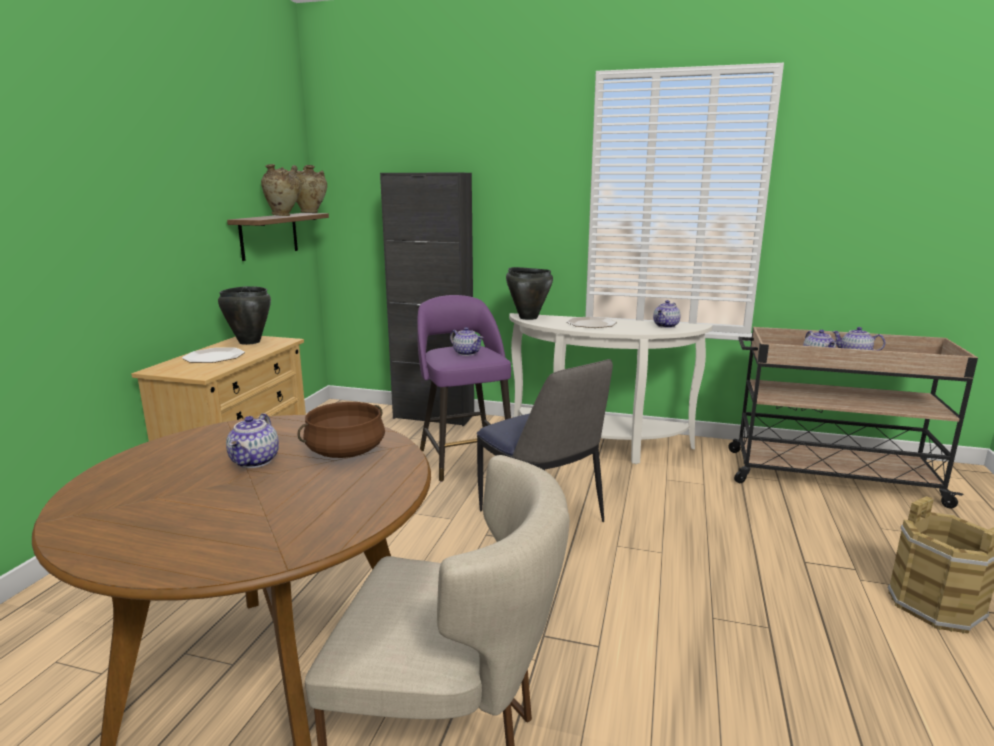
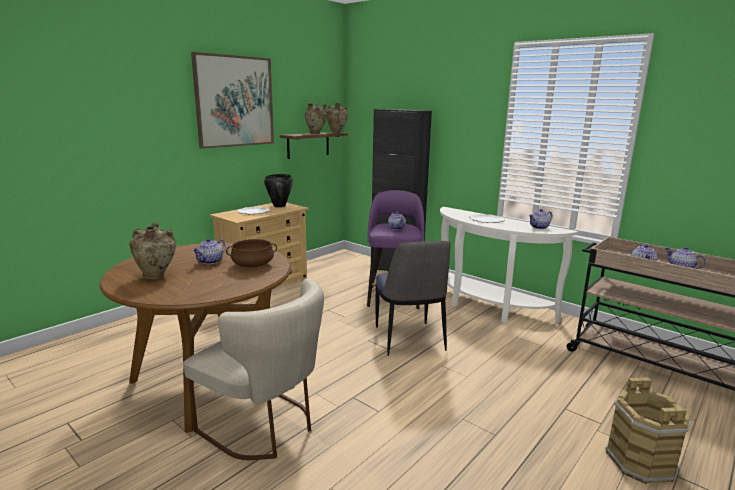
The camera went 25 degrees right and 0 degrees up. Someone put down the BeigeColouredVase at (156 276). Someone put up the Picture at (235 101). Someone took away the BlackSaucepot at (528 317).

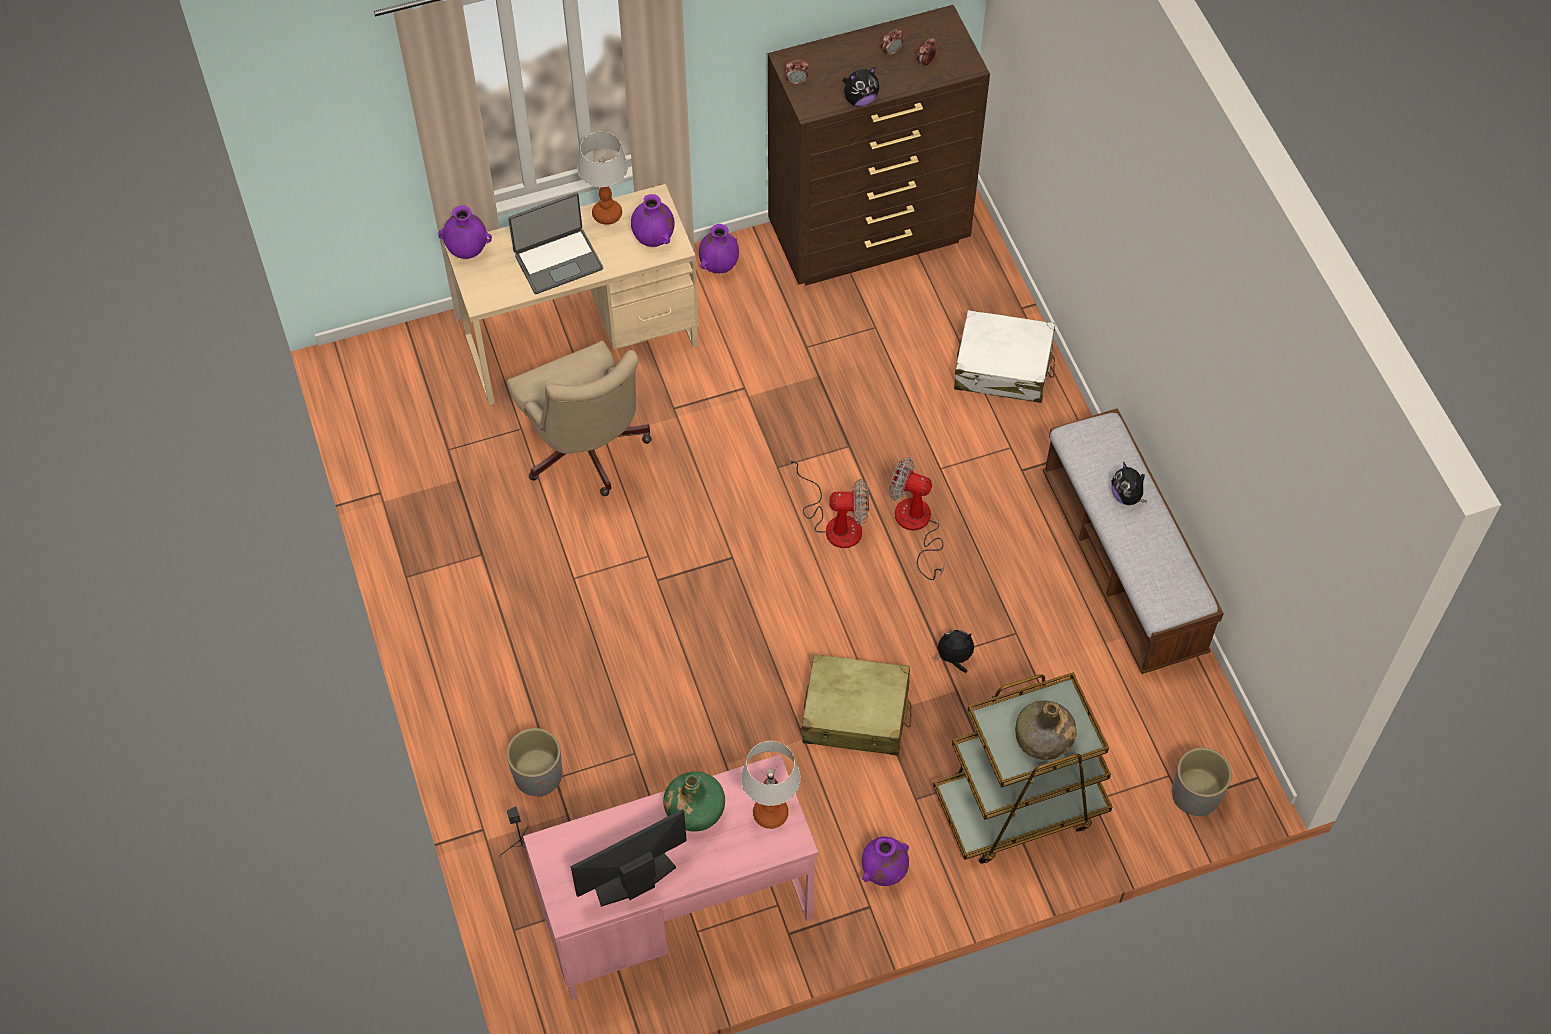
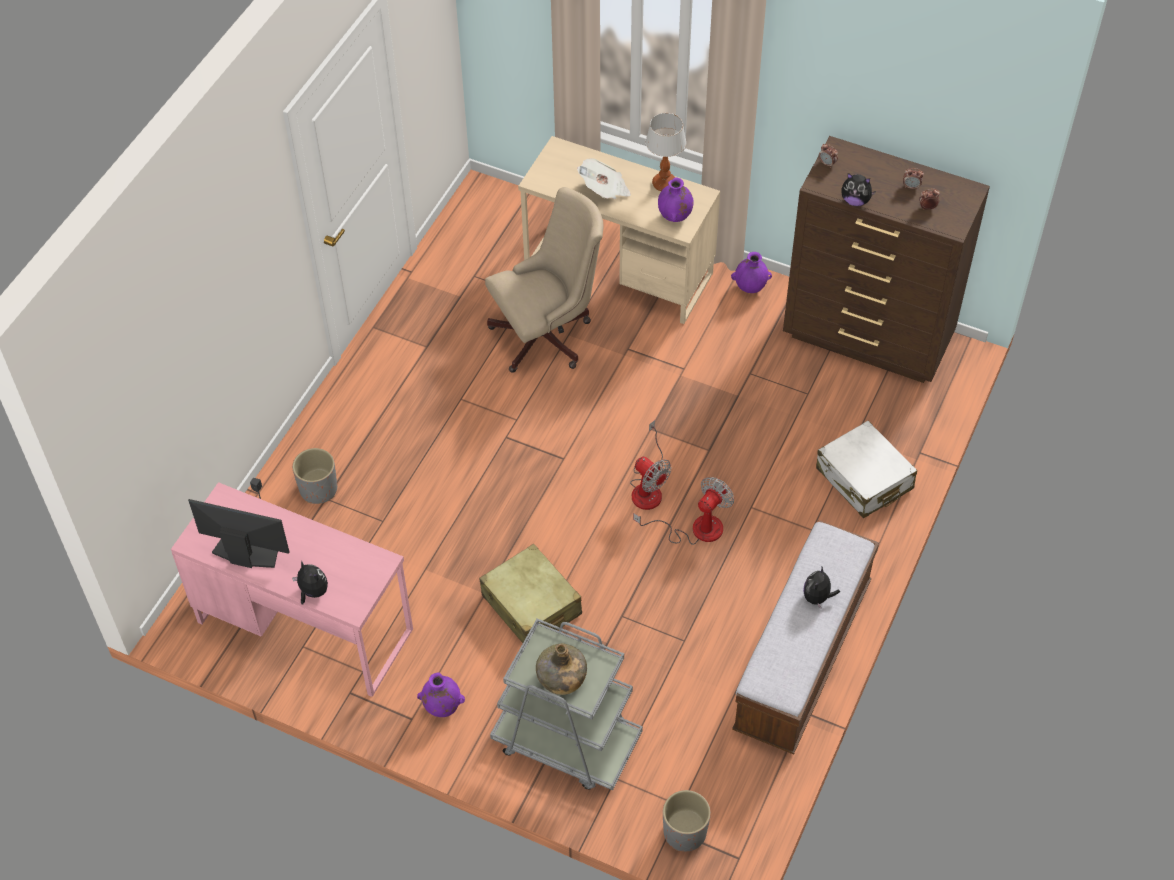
The camera went 45 degrees right and 5 degrees down. Someone carried the CuddlyToy from (954 658) to (312 592). Someone rotated the BeigeColouredDeskChair at (586 453) by 135 degrees counterclockwise. Someone repainted the BrownishTrolley at (1019 806), which became the GreyTrolley at (566 741). Someone swapped the NotebookComputer at (558 260) for the DailyPaper at (604 190). Someone rotated the CoolingFan at (916 527) by 60 degrees clockwise. Someone took away the PurpleVase at (468 251). Someone took away the GreenColouredBottle at (694 809). Someone took away the TableLamp at (770 813).

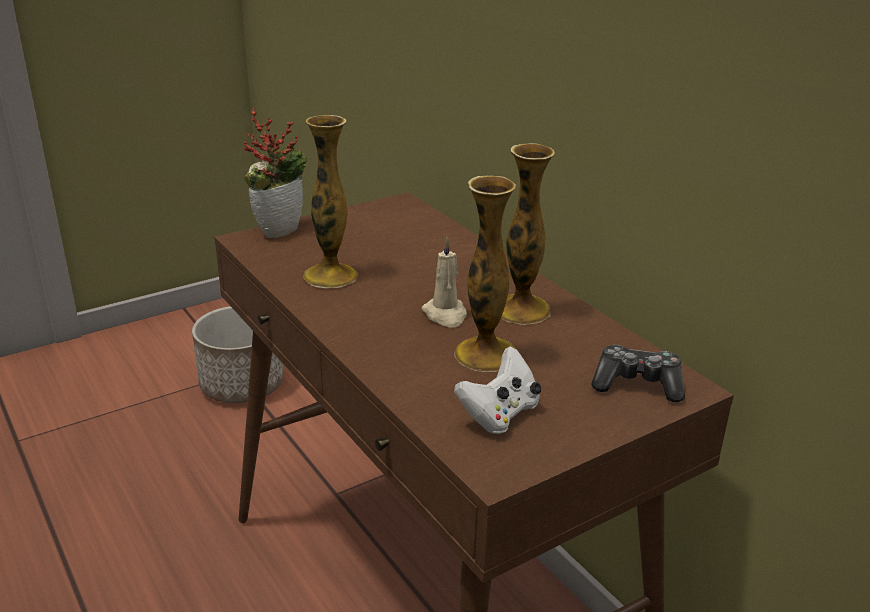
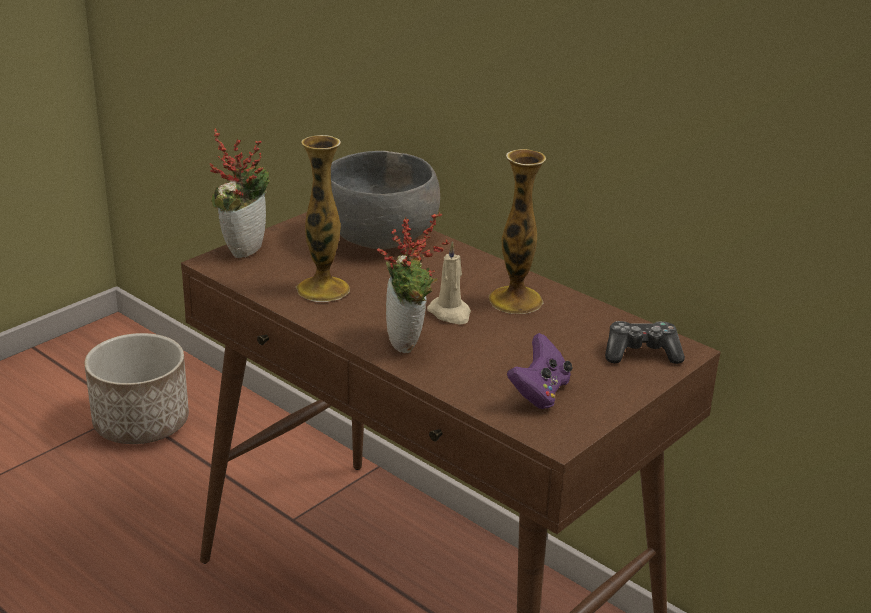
The camera went 15 degrees left and 0 degrees up. Someone put down the GreyDeepDish at (381 236). Someone put down the Houseplant at (409 343). Someone repainted the WhiteColouredGameController at (499 414), which became the PurpleGameController at (539 393). Someone took away the Vase at (485 354).

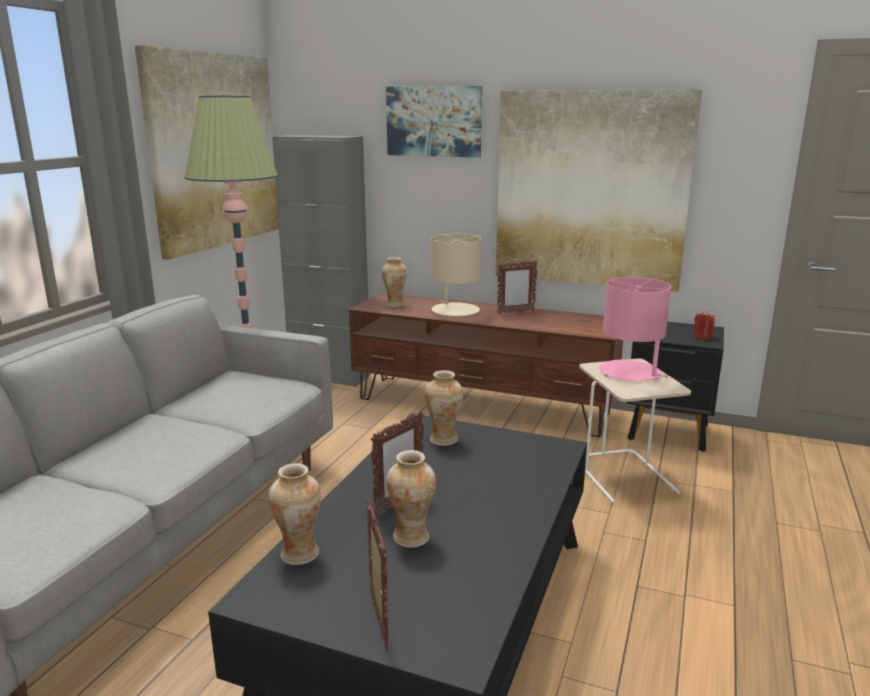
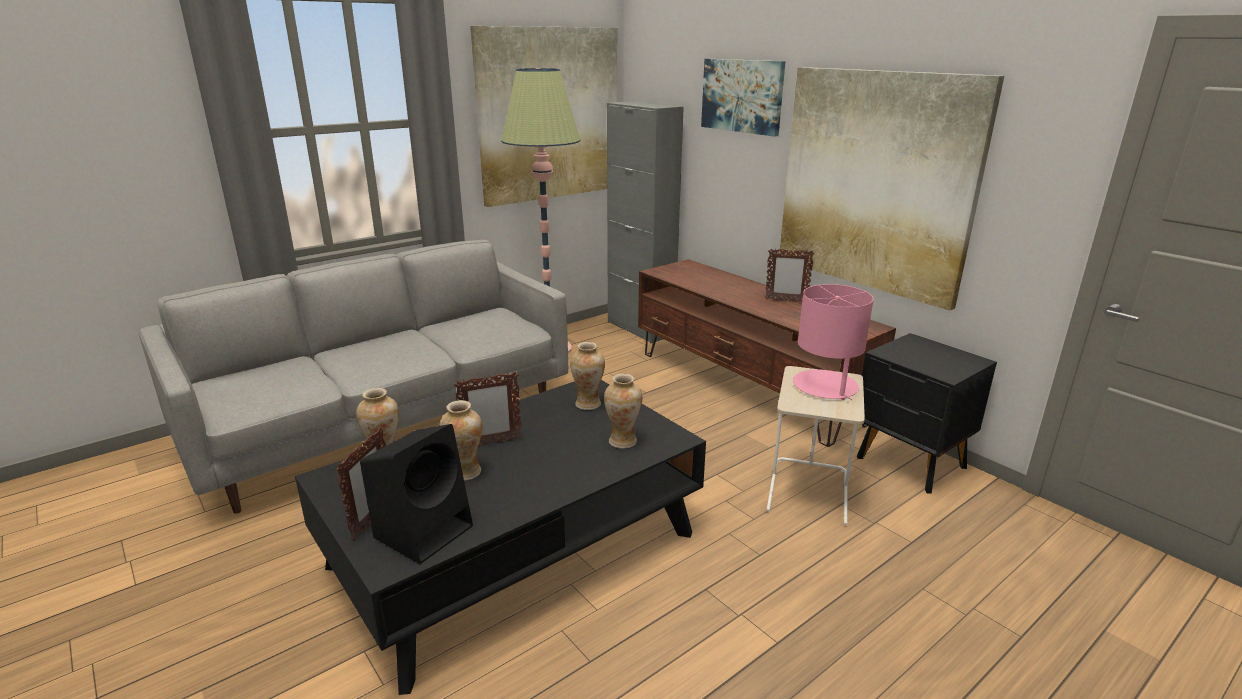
The camera went 30 degrees right and 5 degrees up. Someone put down the BlackSpeaker at (425 530). Someone carried the Vase from (395 304) to (622 441). Someone took away the BeigeColouredTableLamp at (455 311). Someone took away the RedColouredCandle at (702 336).

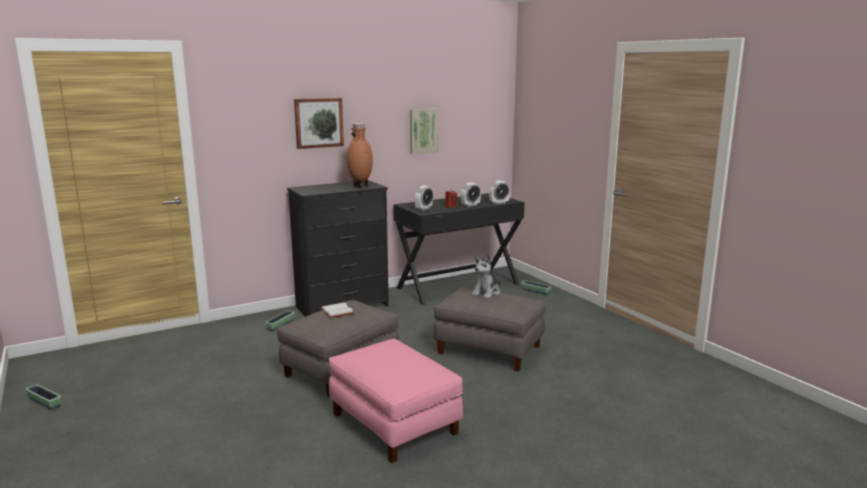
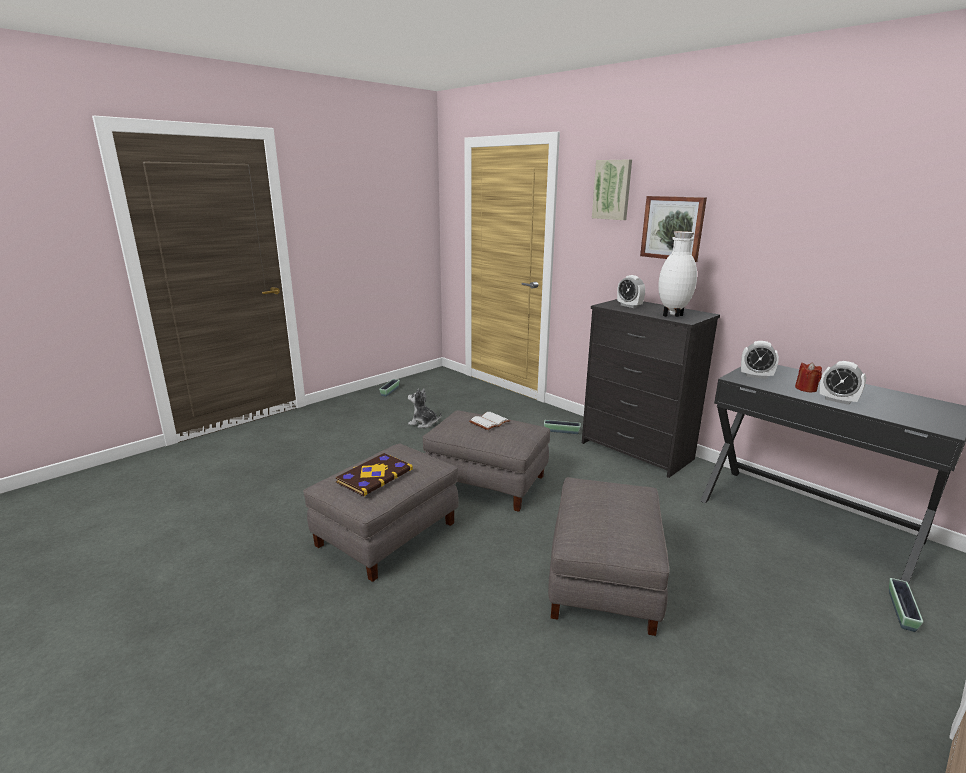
The camera went 75 degrees right and 5 degrees up. Someone repainted the PinkishFootrest at (395 423), which became the GreyFootrest at (387 535). Someone put down the Book at (374 475). Someone carried the CuddlyToy from (487 293) to (423 423). Someone carried the Picture from (423 131) to (612 190). Someone carried the TableClock from (499 203) to (629 306). Someone repainted the BrownishVase at (361 186), which became the WhiteColouredVase at (673 316).

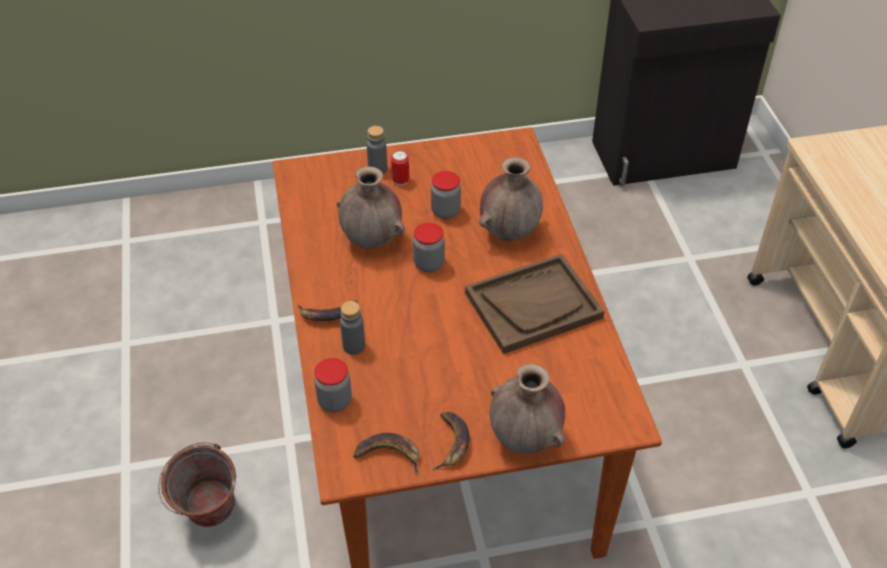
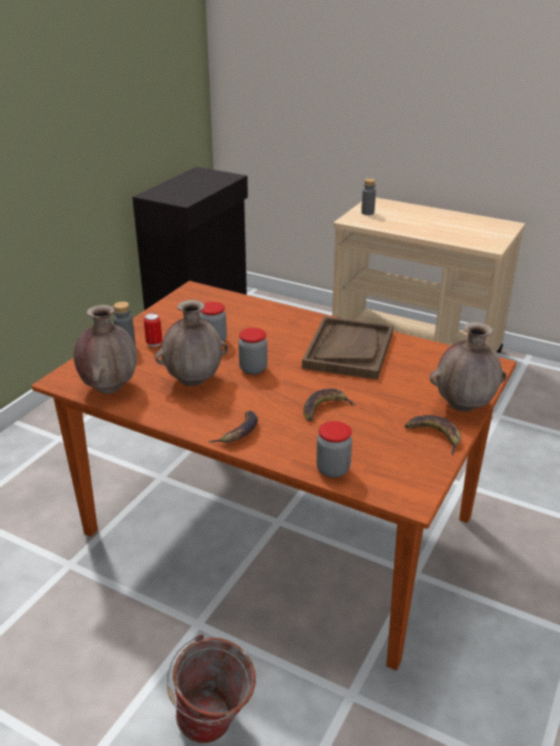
The camera went 50 degrees left and 15 degrees down. Someone carried the BrownishVase from (509 233) to (109 387). Someone carried the BananaFruit from (389 455) to (324 408). Someone carried the GreyBottle from (354 346) to (367 213).

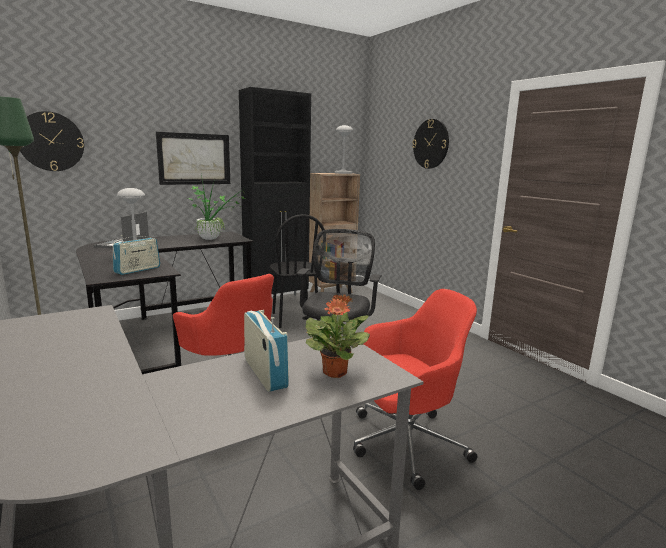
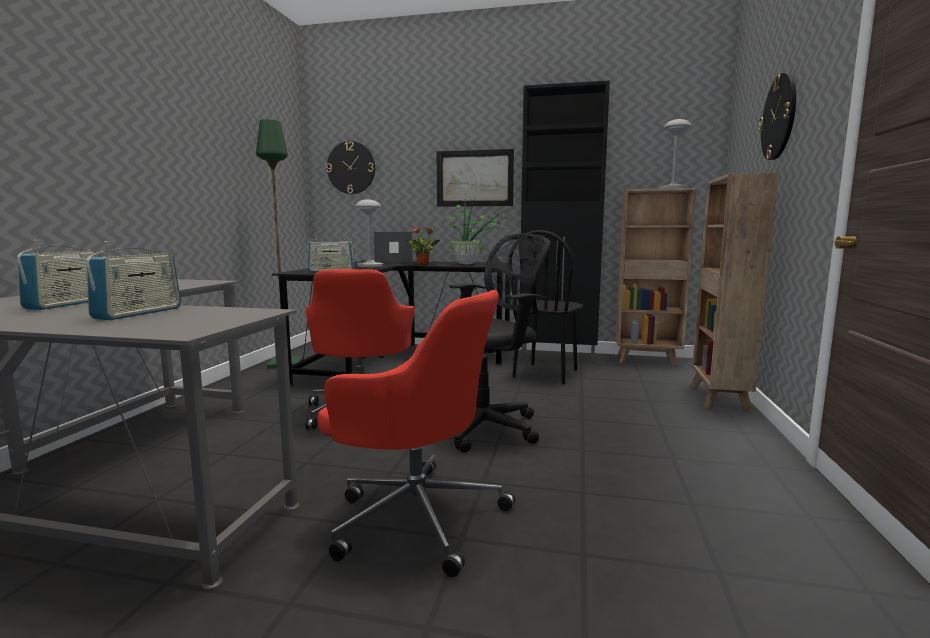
The camera went 45 degrees right and 5 degrees down. Someone put down the Radio at (67 304). Someone carried the Houseplant from (335 372) to (423 264). Someone put down the BrownishBookshelf at (719 399).

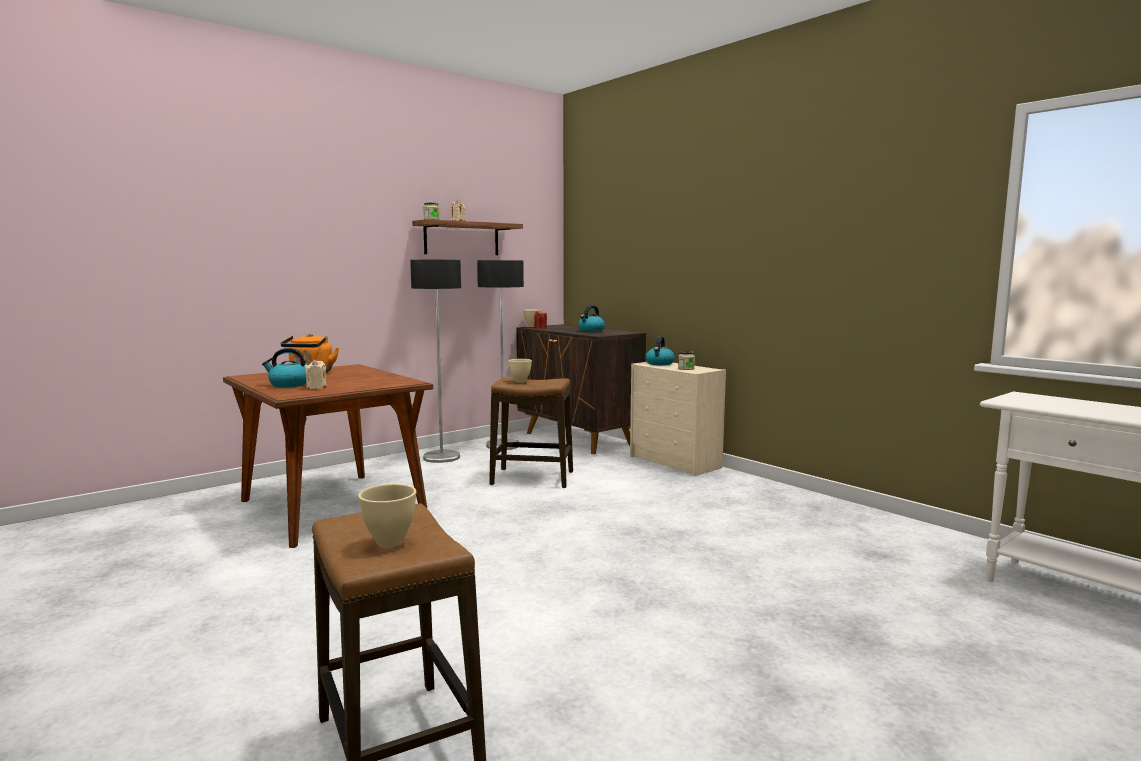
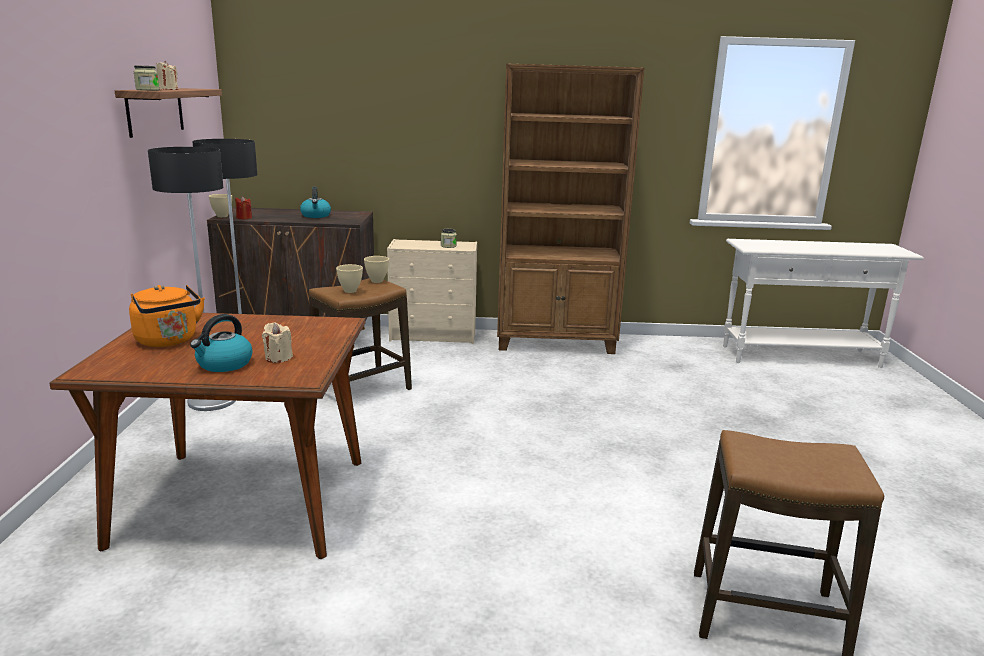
The camera went 50 degrees left and 10 degrees up. Someone carried the BeigeColouredDeepDish from (389 543) to (377 281). Someone put down the BrownishBookshelf at (556 342). Someone took away the WaterKettle at (659 363).

